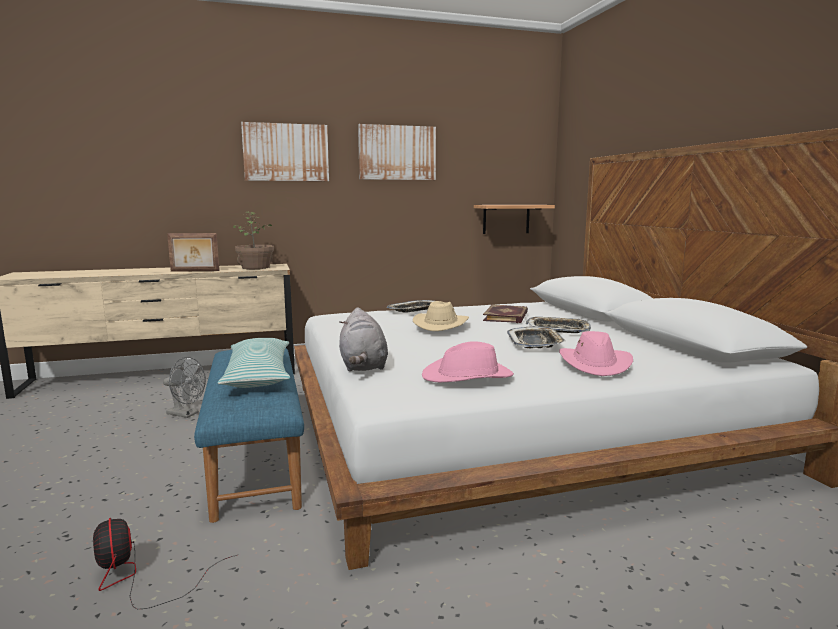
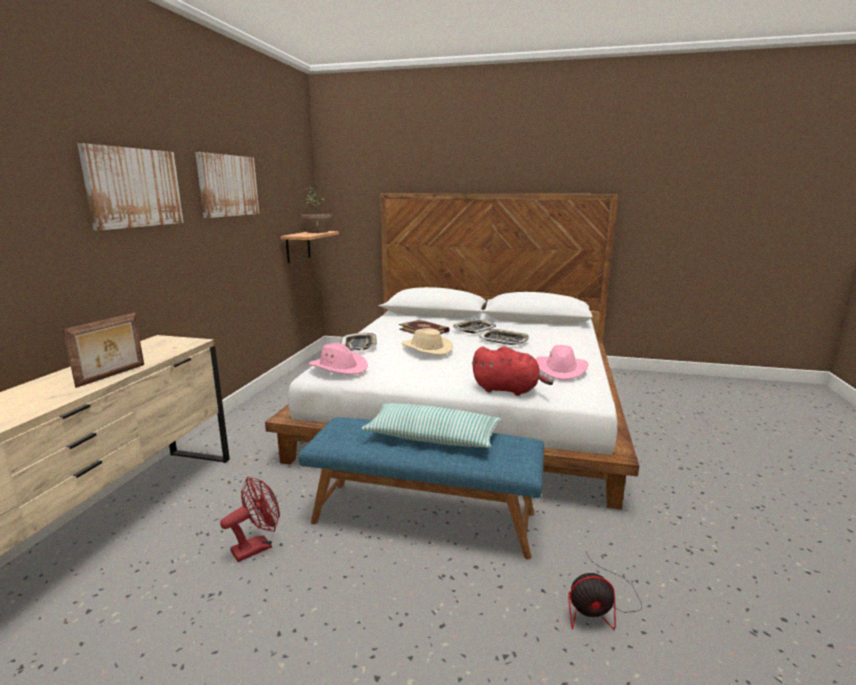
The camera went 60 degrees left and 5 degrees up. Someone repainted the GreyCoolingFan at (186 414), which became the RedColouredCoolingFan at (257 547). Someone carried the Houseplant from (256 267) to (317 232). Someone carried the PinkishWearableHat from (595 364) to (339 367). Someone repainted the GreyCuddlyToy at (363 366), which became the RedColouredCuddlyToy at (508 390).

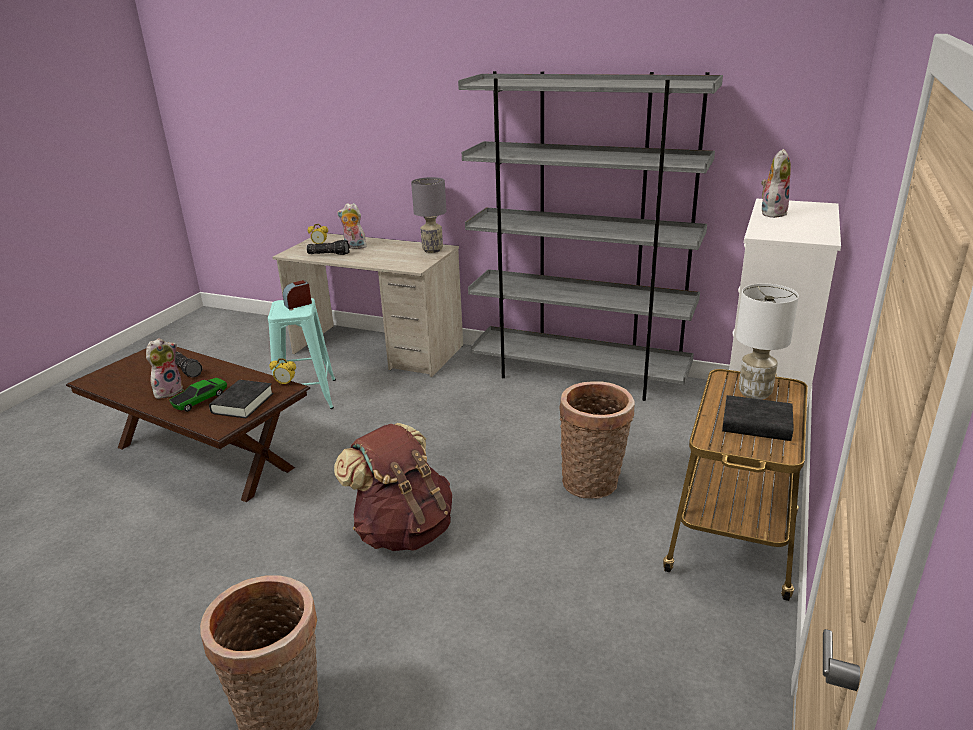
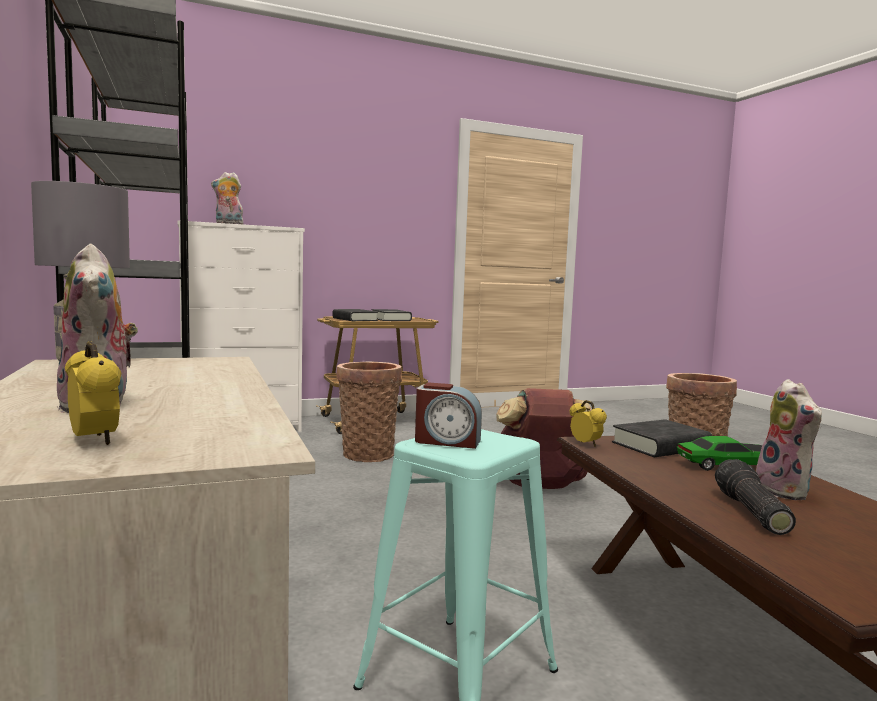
The camera went 135 degrees left and 20 degrees down. Someone swapped the WhiteColouredTableLamp at (754 393) for the BlackBook at (354 319). Someone rotated the CuddlyToy at (168 391) by 90 degrees counterclockwise. Someone took away the Flashlight at (329 254).

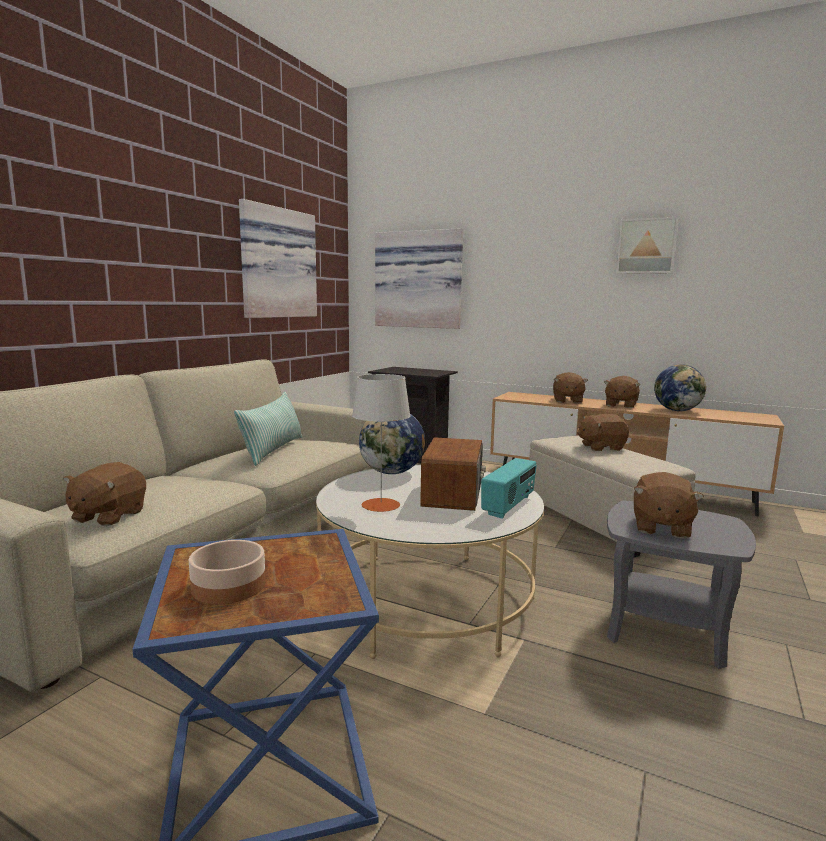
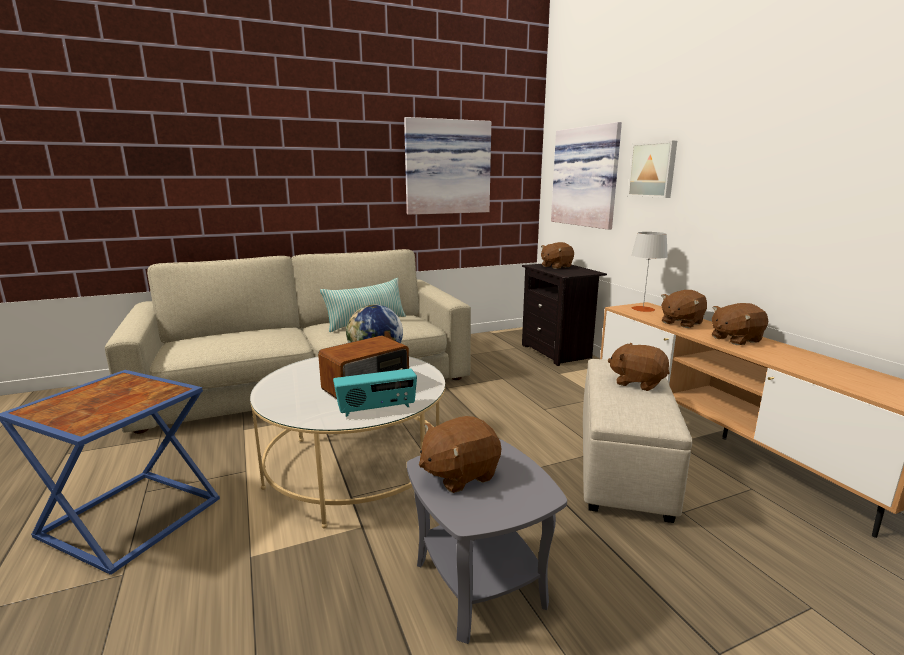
The camera went 40 degrees right and 5 degrees up. Someone carried the BrownishCuddlyToy from (108 516) to (556 266). Someone carried the Picture from (646 246) to (653 170). Someone carried the GreyTableLamp from (381 505) to (643 309). Someone took away the DeepDish at (227 586). Someone took away the WorldGlobe at (677 410).

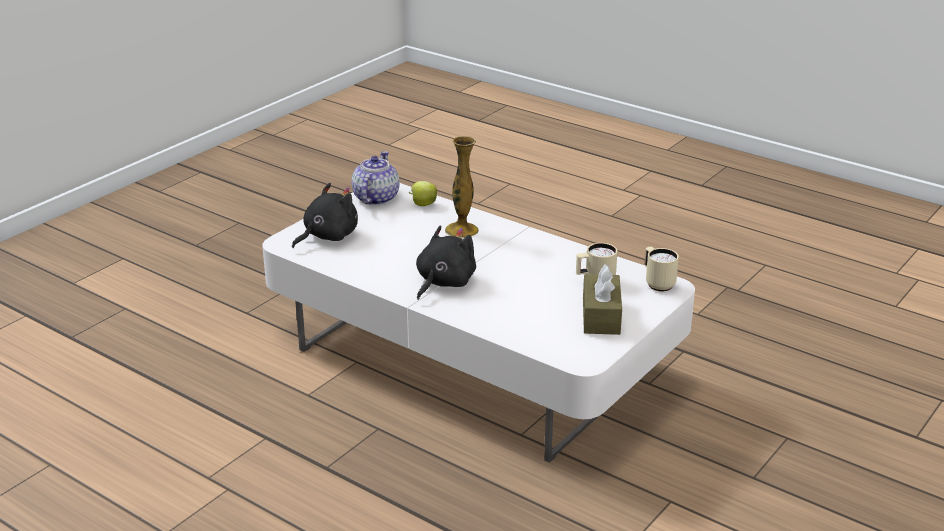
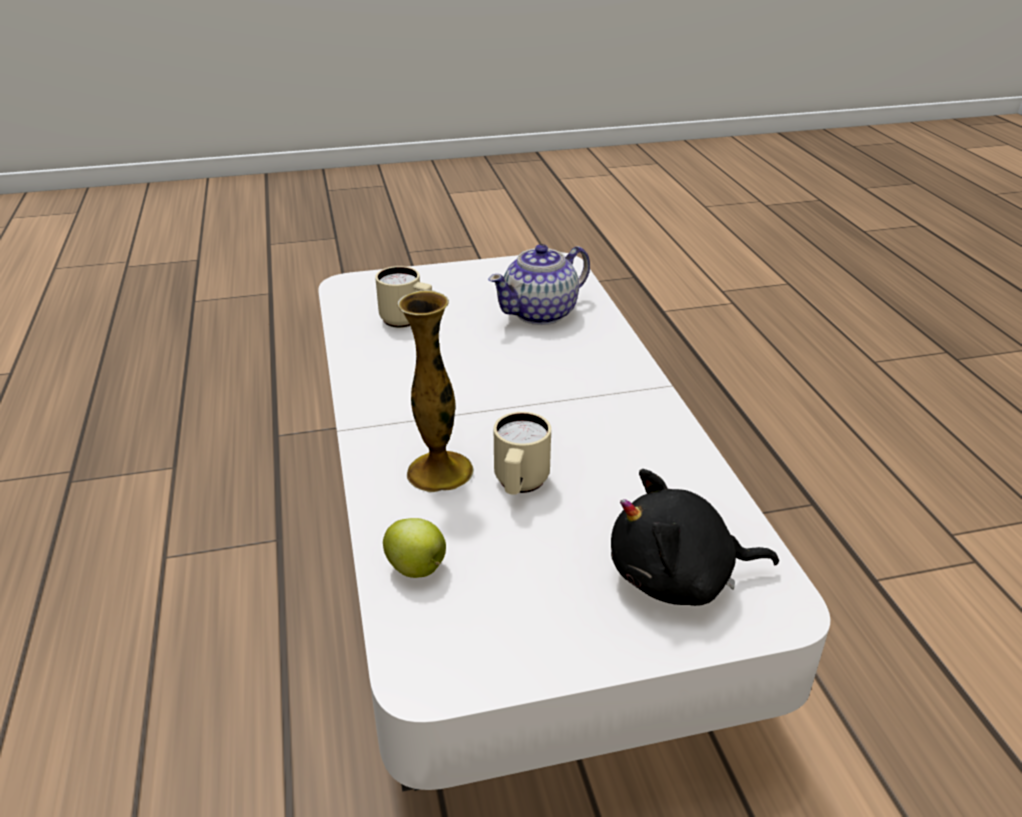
The camera went 140 degrees left and 5 degrees up. Someone carried the Teapot from (375 198) to (541 313). Someone carried the BeigeColouredMug from (657 283) to (519 486). Someone took away the BlackCuddlyToy at (443 283). Someone took away the BrownishTissueBox at (601 316).

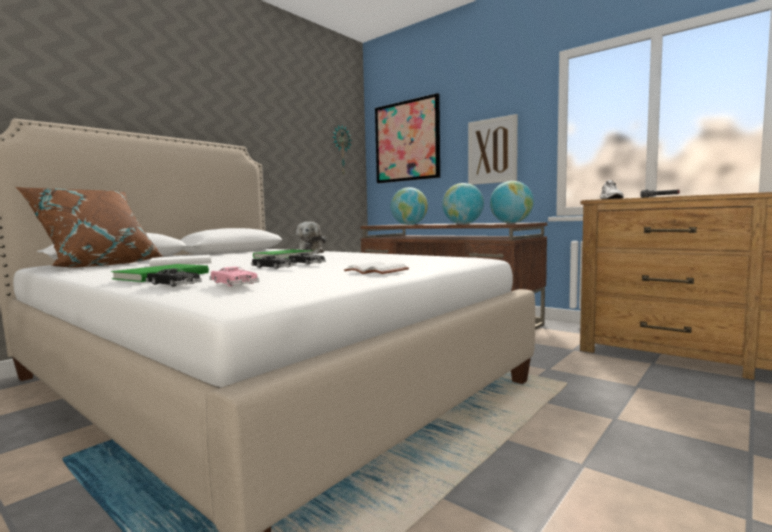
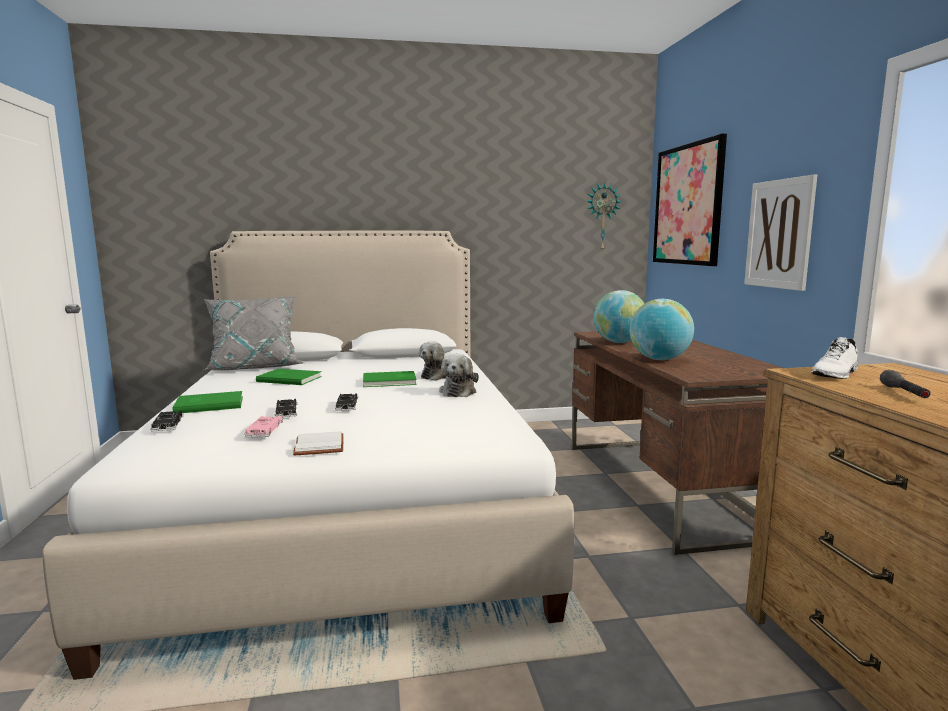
The camera went 40 degrees right and 5 degrees up. Someone repainted the BrownishPillow at (99 265), which became the GreyPillow at (255 366). Someone carried the PinkishModelCar from (233 283) to (264 431). Someone repainted the WhiteColouredBook at (180 263), which became the GreenColouredBook at (289 379). Someone put down the CuddlyToy at (459 391). Someone took away the WorldGlobe at (511 223).

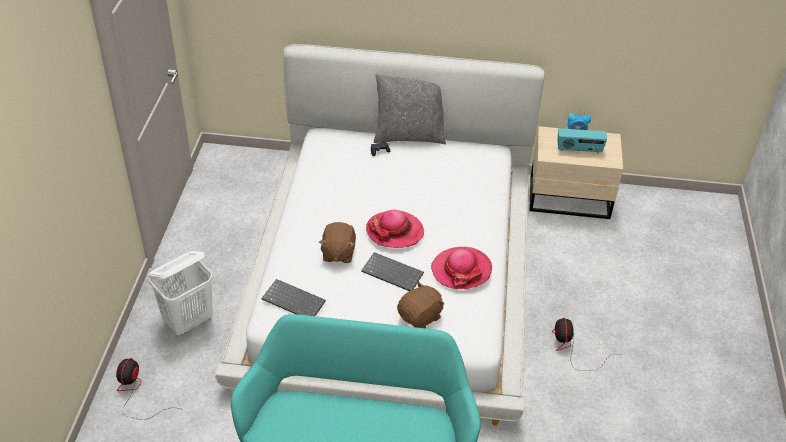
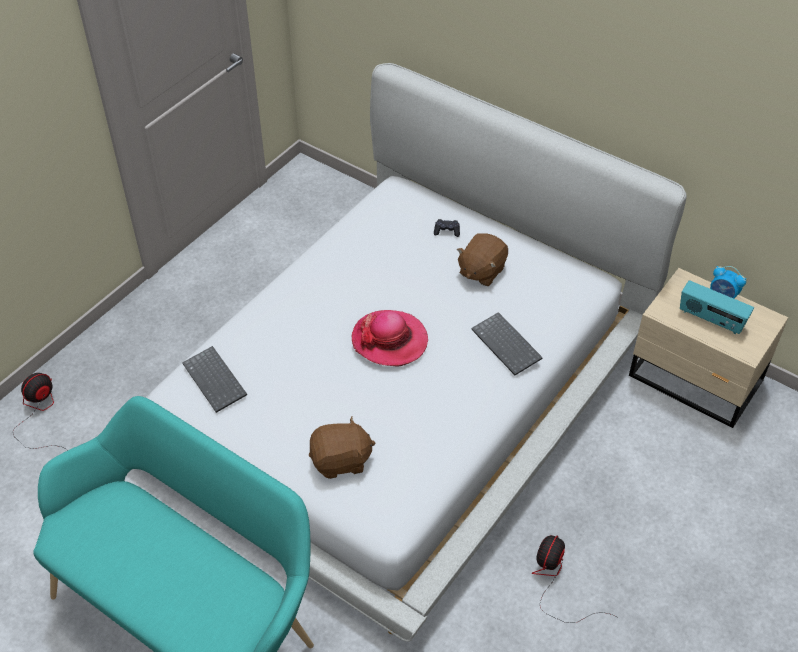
The camera went 30 degrees right and 5 degrees up. Someone carried the BrownishCuddlyToy from (338 253) to (481 271). Someone carried the Keyboard from (393 272) to (508 345). Someone took away the WhiteColouredLaundryBasket at (189 321). Someone took away the GreyPillow at (409 136). Someone took away the WearableHat at (461 270).

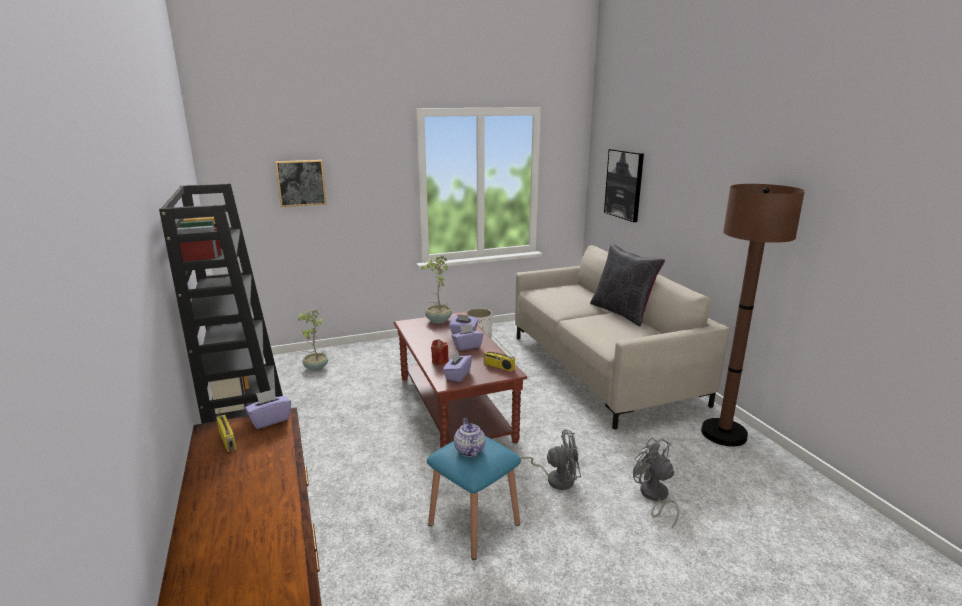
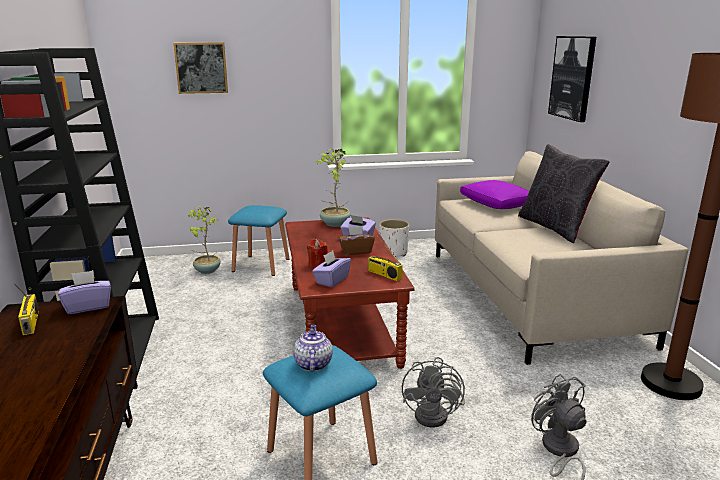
The camera went 10 degrees right and 0 degrees up. Someone put down the BluishStoolSeat at (261 265). Someone repainted the PurpleTissueBox at (467 346), which became the BrownishTissueBox at (356 251). Someone rotated the GreyCoolingFan at (555 479) by 90 degrees clockwise. Someone put down the PurplePillow at (497 204).

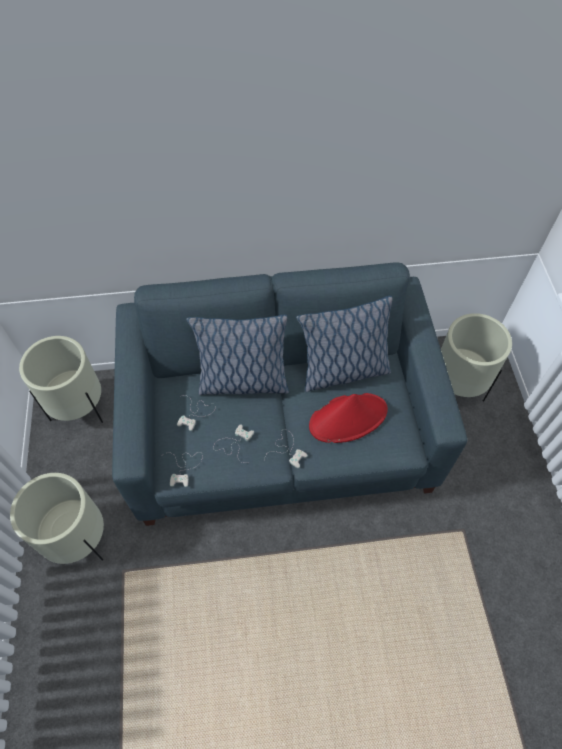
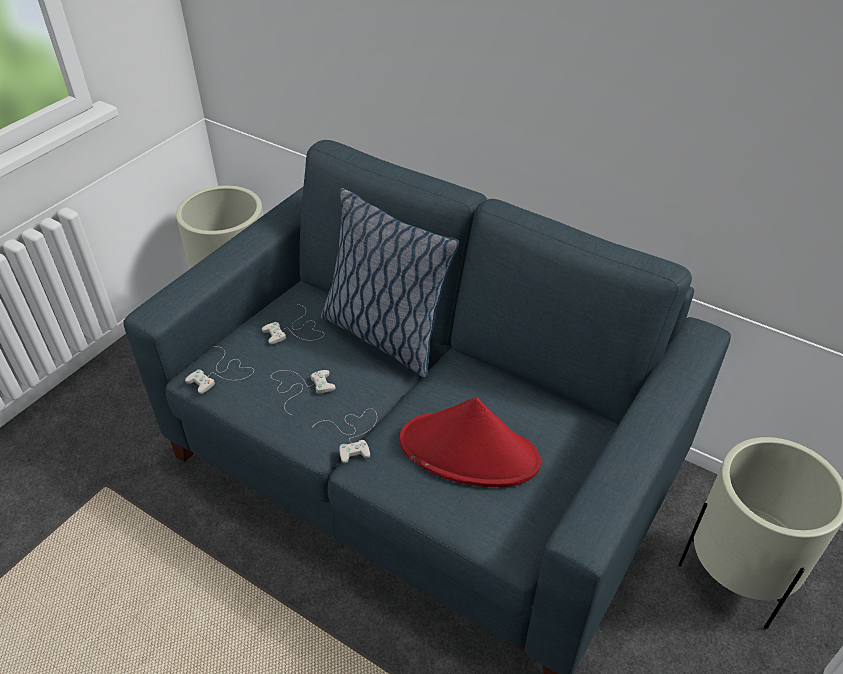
The camera went 40 degrees right and 15 degrees down. Someone took away the BeigeColouredPlanter at (79 539). Someone took away the Pillow at (342 371).

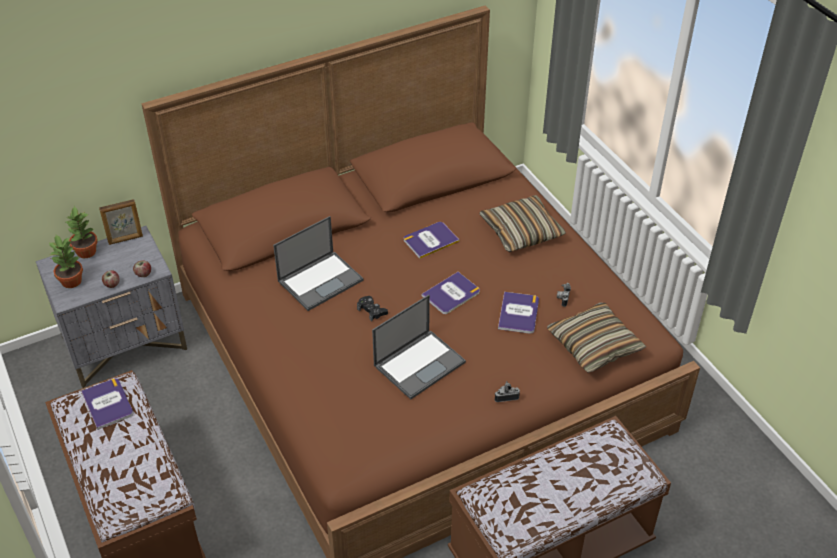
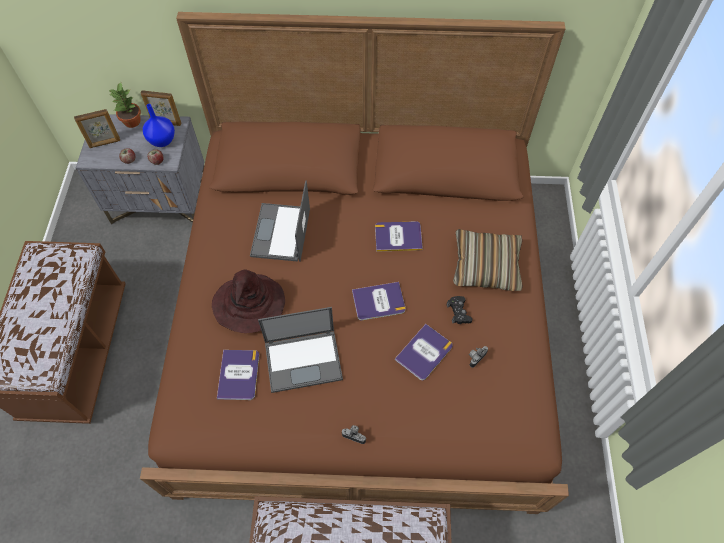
The camera went 30 degrees right and 15 degrees up. Someone swapped the Houseplant at (72 281) for the PictureFrame at (105 143). Someone put down the BluishVase at (163 140). Someone put down the BrownishWearableHat at (249 304). Someone carried the Book from (108 404) to (239 375). Someone rotated the NotebookComputer at (321 280) by 105 degrees clockwise. Someone carried the BlackGameController from (372 311) to (458 312). Someone took away the Pillow at (594 345).

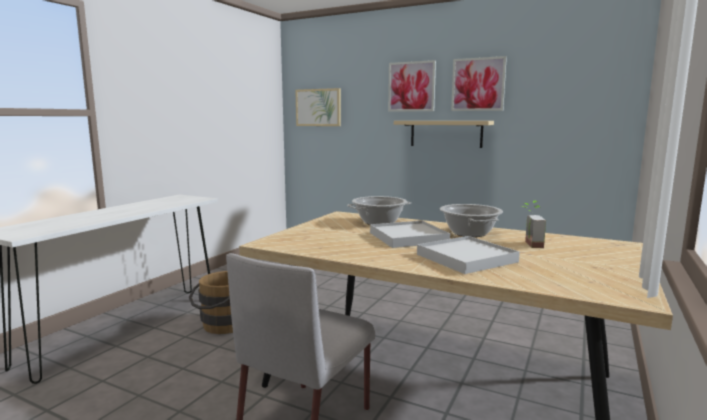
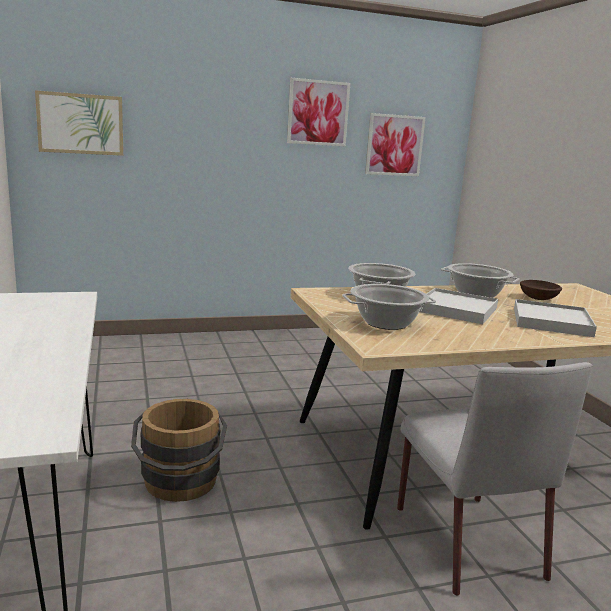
The camera went 45 degrees left and 5 degrees up. Someone put down the Saucepot at (386 323). Someone carried the Picture from (411 86) to (394 145). Someone swapped the Houseplant at (529 244) for the BrownishDeepDish at (539 298). Someone took away the BeigeColouredWallShelf at (446 133).

